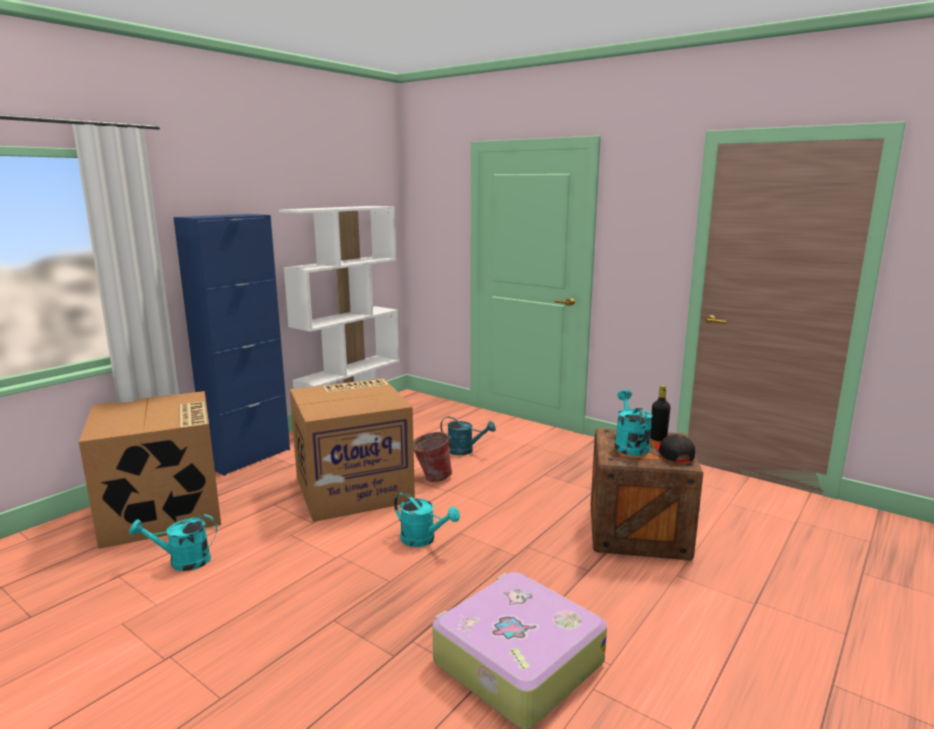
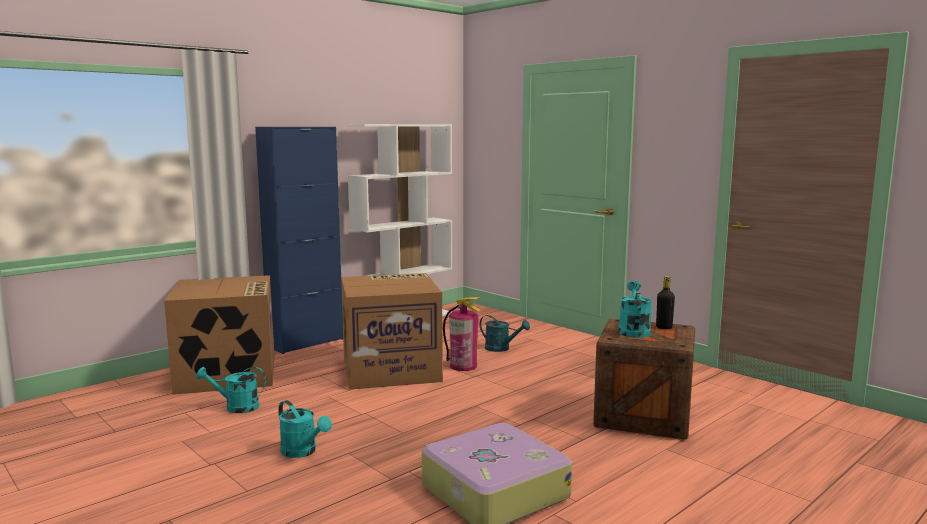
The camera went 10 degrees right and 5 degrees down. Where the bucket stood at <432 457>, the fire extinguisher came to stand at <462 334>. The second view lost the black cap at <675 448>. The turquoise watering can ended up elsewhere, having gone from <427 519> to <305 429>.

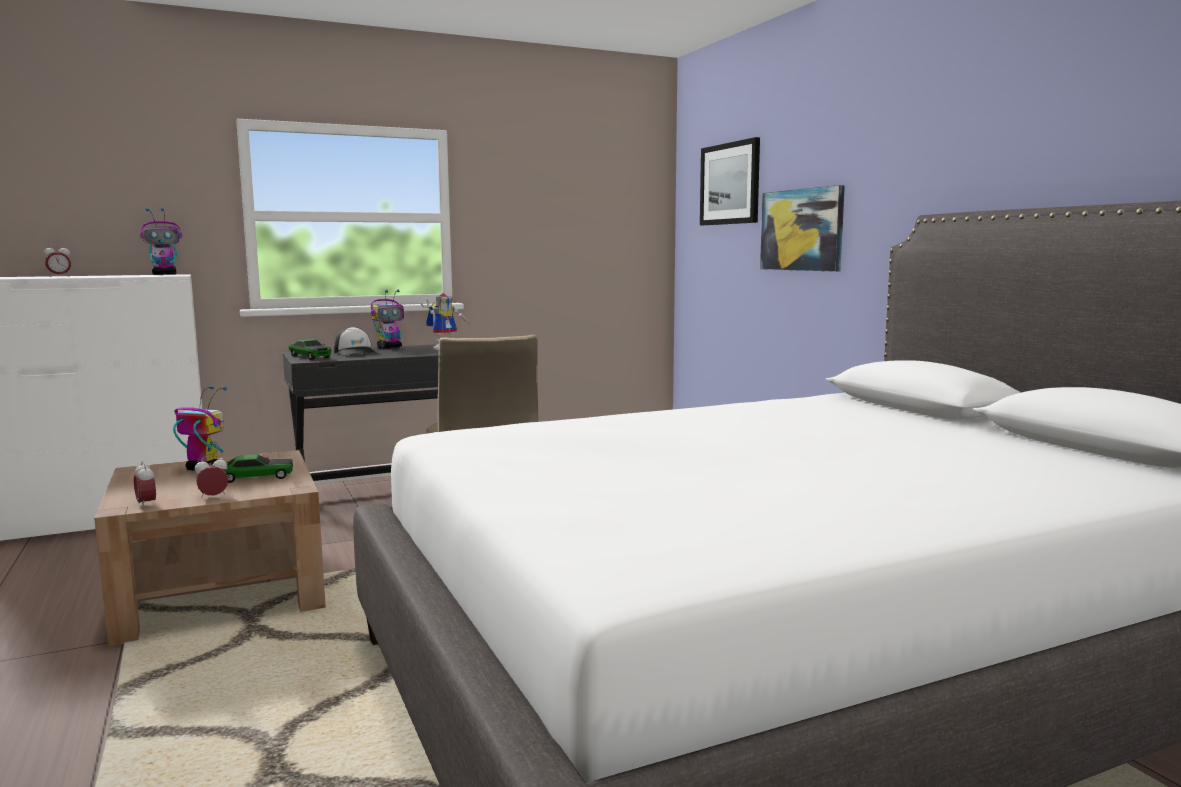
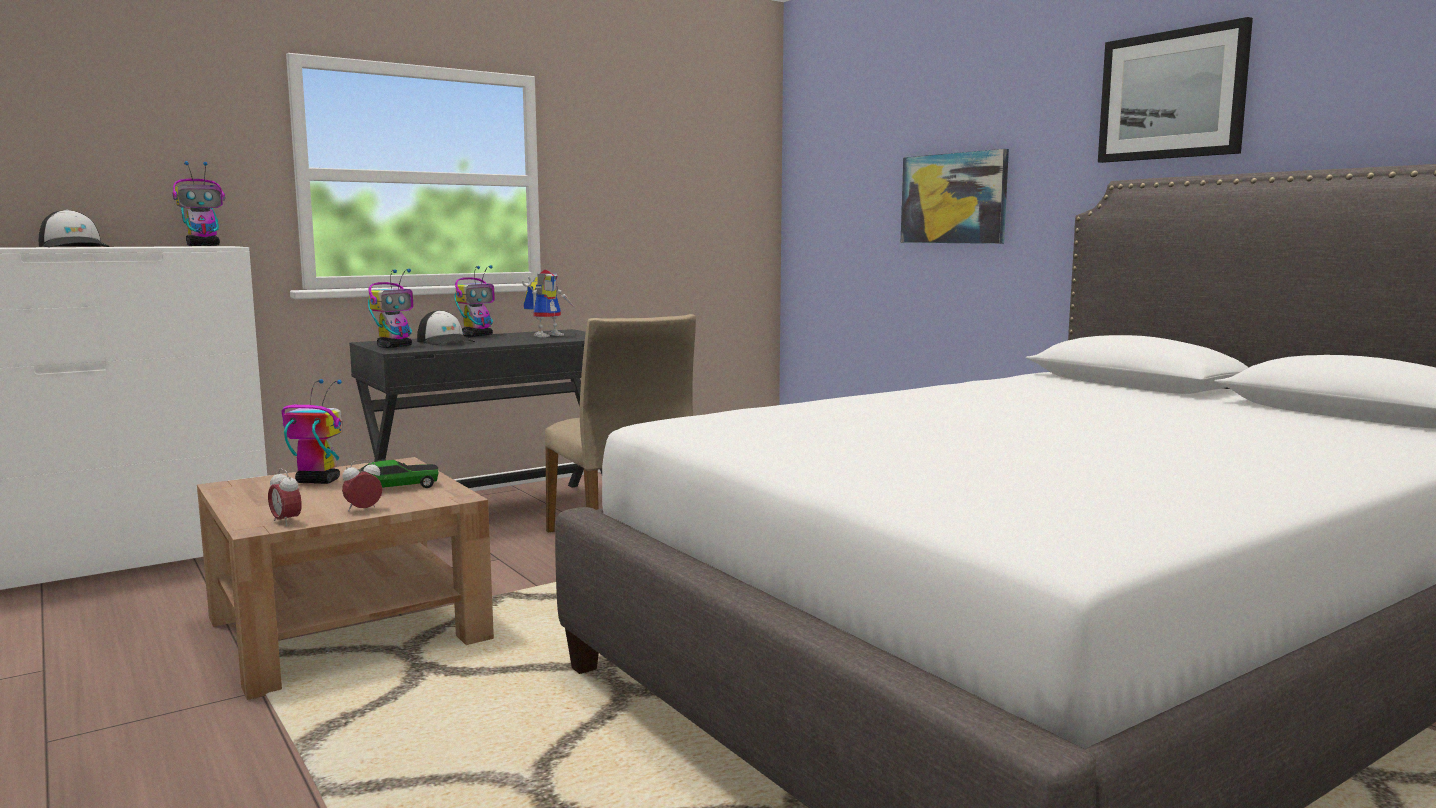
The camera went 10 degrees left and 0 degrees up. The picture ended up elsewhere, having gone from <730 181> to <1175 90>. Where the alarm clock stood at <57 260>, the cap came to stand at <74 228>. Where the toy car stood at <309 349>, the toy robot came to stand at <390 308>.

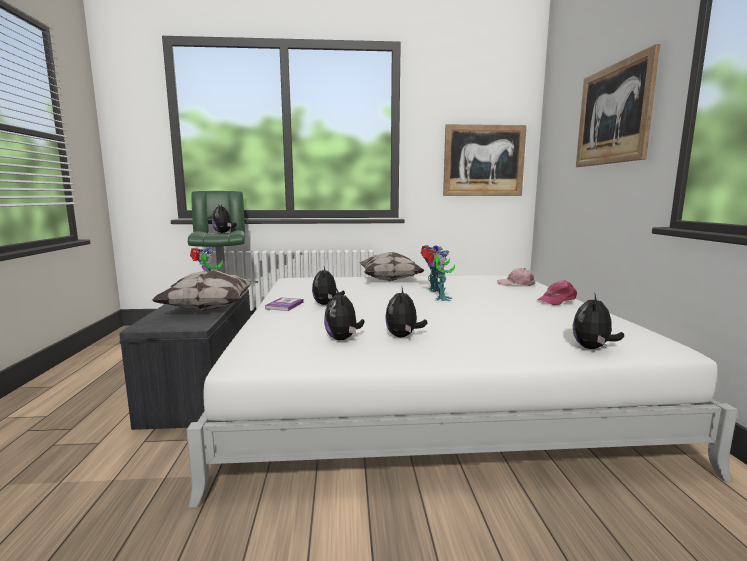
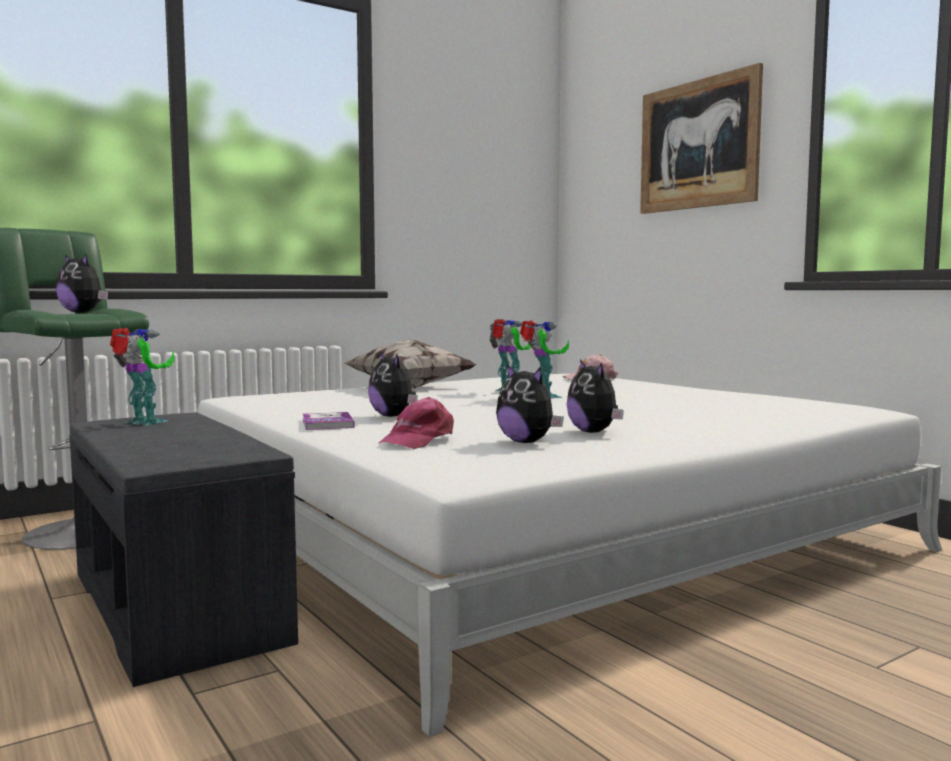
The camera went 30 degrees left and 5 degrees down. The second view lost the picture at <485 160>. The second view lost the pillow at <205 291>. The pink cap ended up elsewhere, having gone from <557 292> to <416 423>. The second view lost the plush toy at <598 321>.

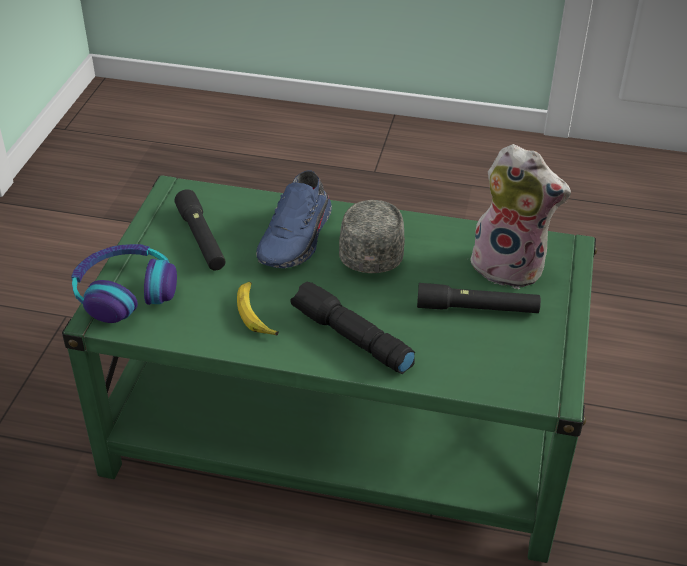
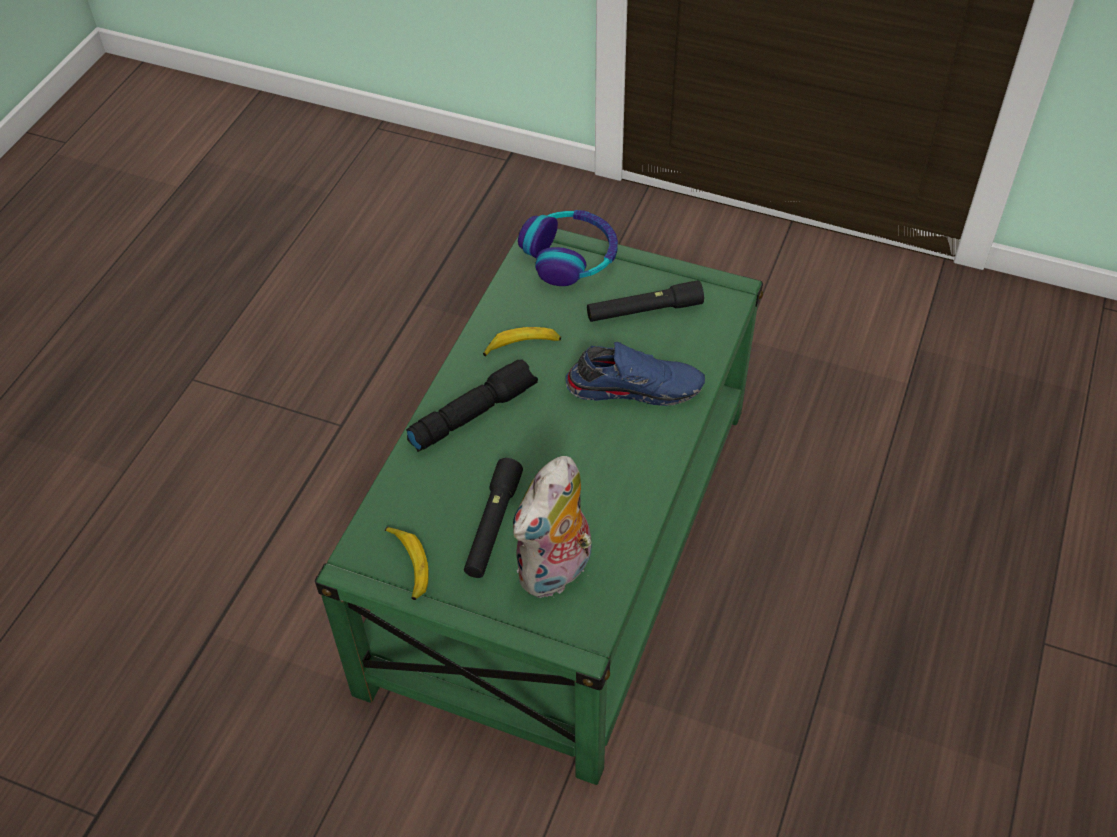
The camera went 100 degrees right and 10 degrees up. The blue shoe at <294 219> ended up facing another way, 150 degrees clockwise from before. The second view lost the grey cap at <372 236>. The second view gained the banana at <407 563>.

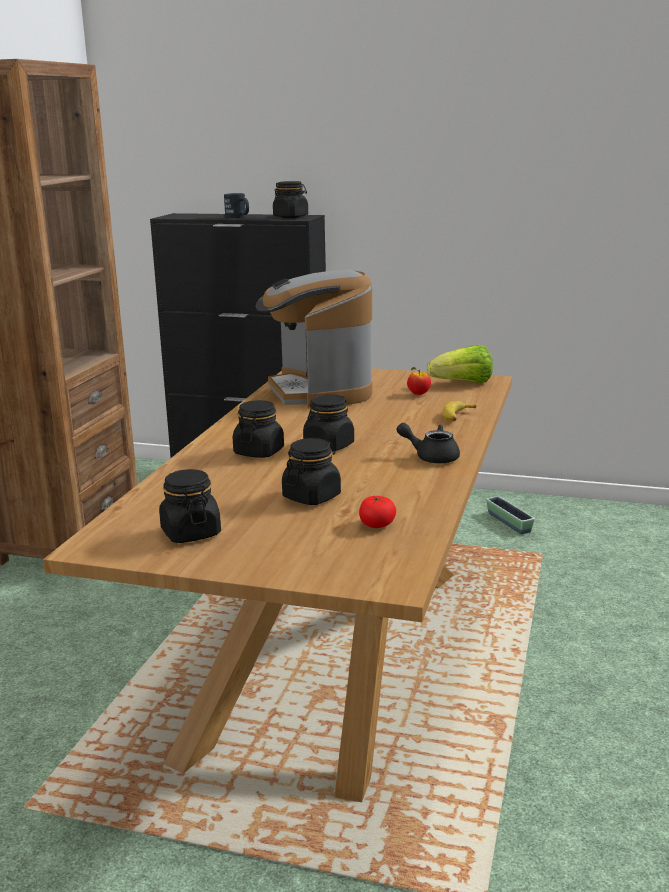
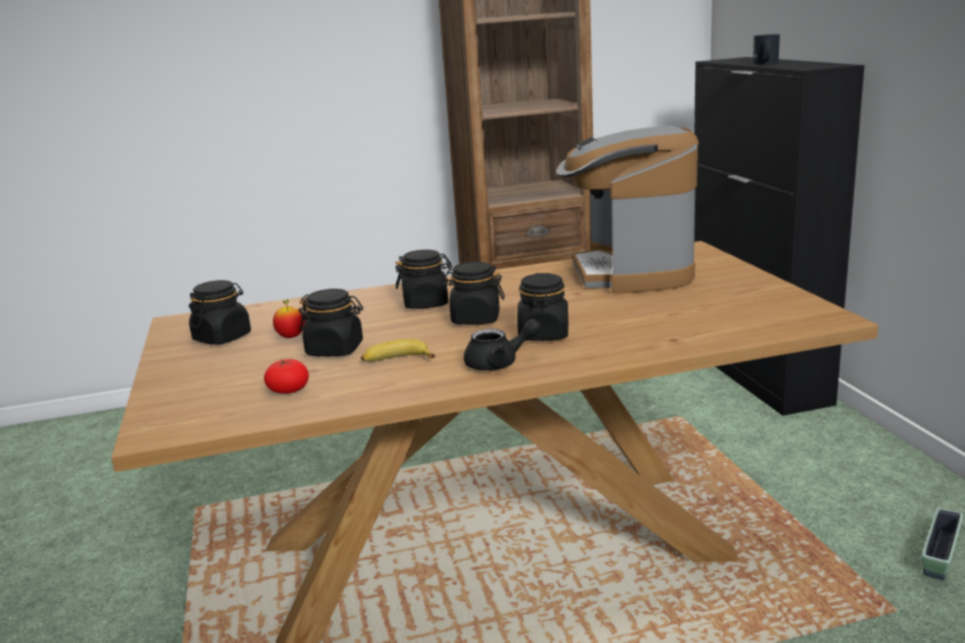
The camera went 60 degrees right and 0 degrees up. The black jar ended up elsewhere, having gone from <290 199> to <542 307>. The coffee machine at <313 339> ended up facing another way, 45 degrees counterclockwise from before. The second view lost the lettuce at <460 364>. The apple ended up elsewhere, having gone from <419 381> to <289 318>. The banana ended up elsewhere, having gone from <459 411> to <398 350>. The black teapot at <428 443> ended up facing another way, 90 degrees clockwise from before.

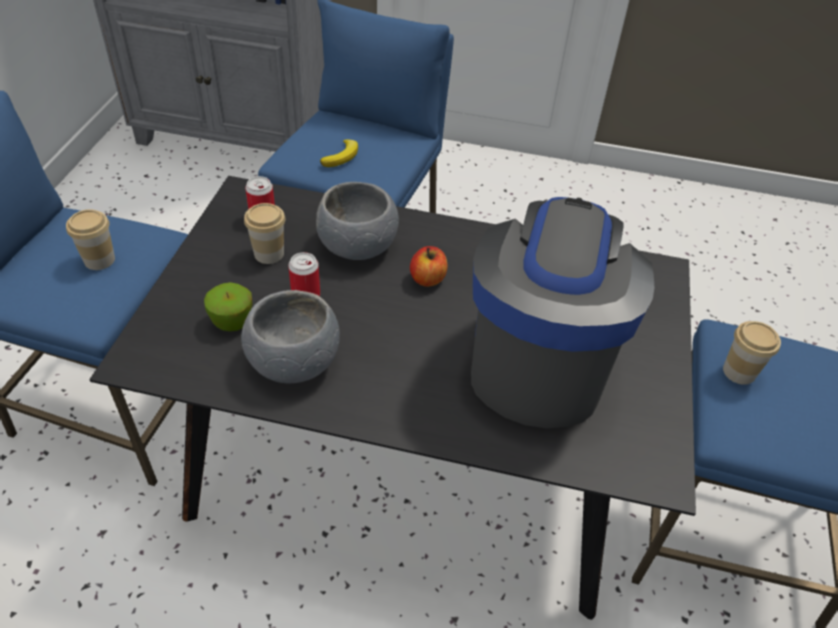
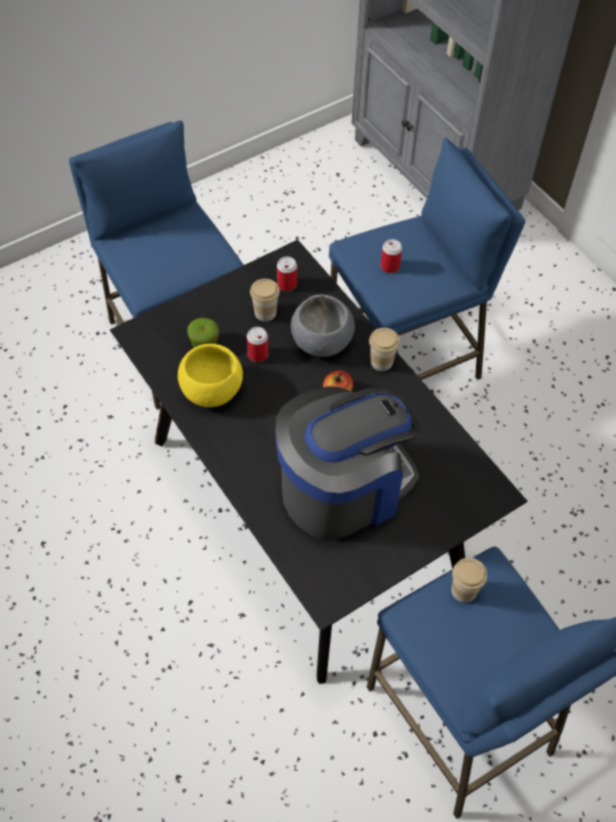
The camera went 45 degrees right and 10 degrees up. Where the banana stood at <339 153>, the can came to stand at <391 256>. The cup ended up elsewhere, having gone from <90 239> to <384 349>. What was the grey bowl at <290 336> turned into the yellow bowl at <210 375>.

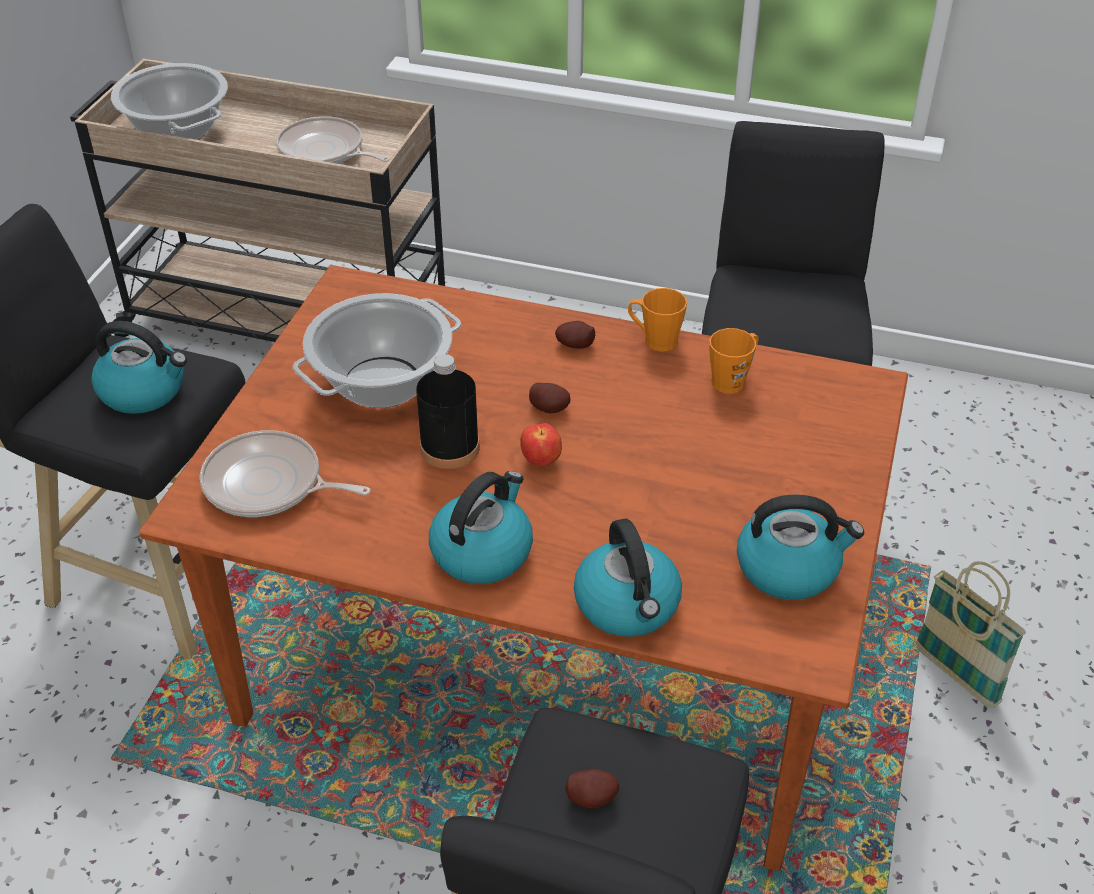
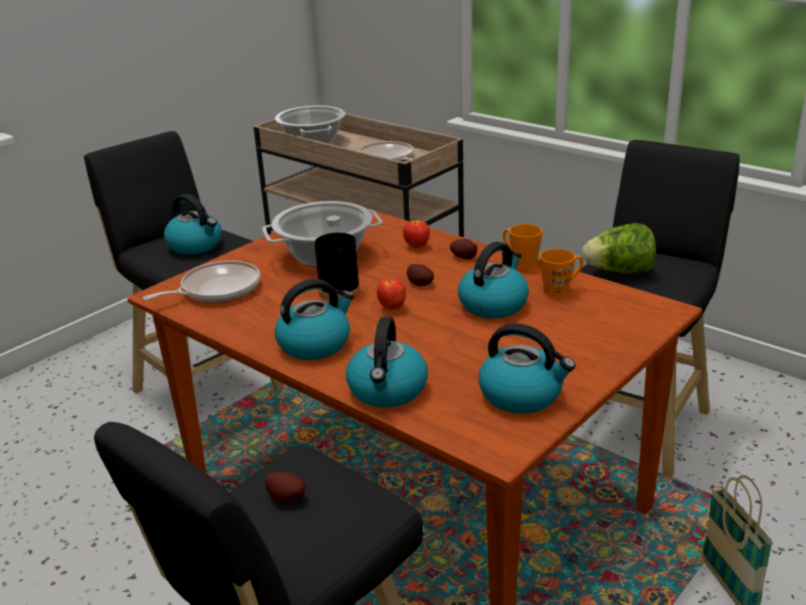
The camera went 25 degrees right and 15 degrees down. The frying pan at <285 473> ended up facing another way, 105 degrees clockwise from before. The second view gained the apple at <416 234>. The second view gained the lettuce at <619 248>. The second view gained the kettle at <493 280>.

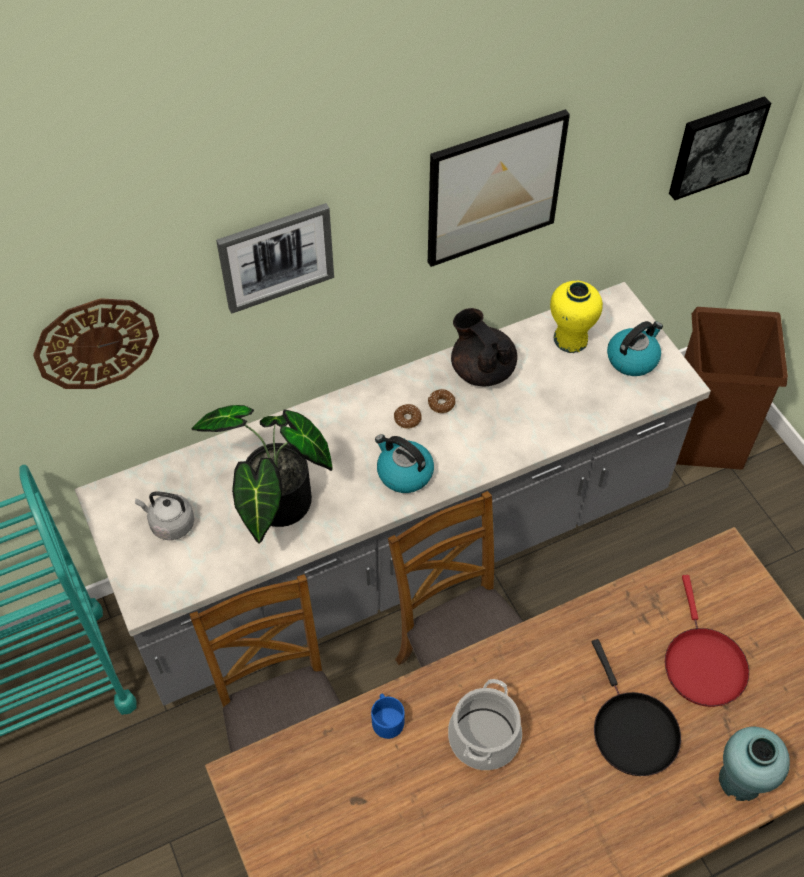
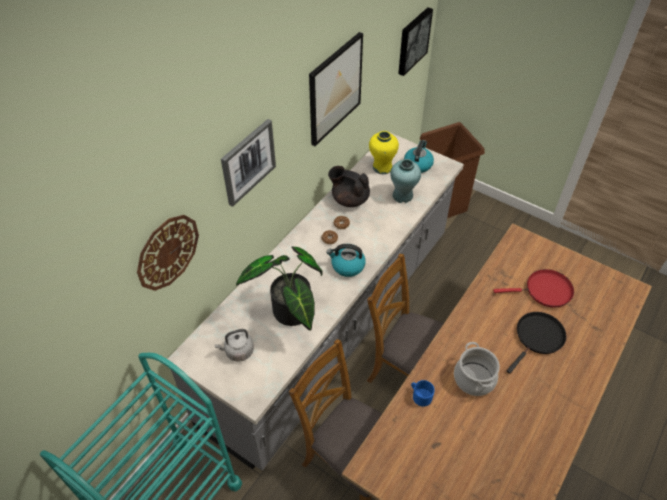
The camera went 30 degrees left and 5 degrees down. The red frying pan at <707 641> ended up facing another way, 60 degrees counterclockwise from before. The black frying pan at <636 707> ended up facing another way, 90 degrees counterclockwise from before. The turquoise vase ended up elsewhere, having gone from <754 763> to <406 181>.

